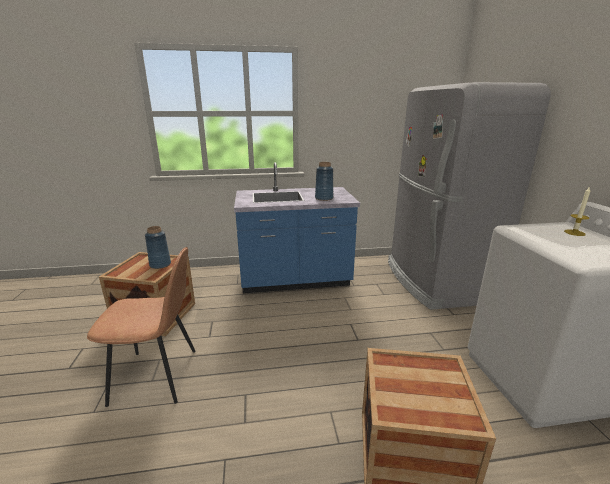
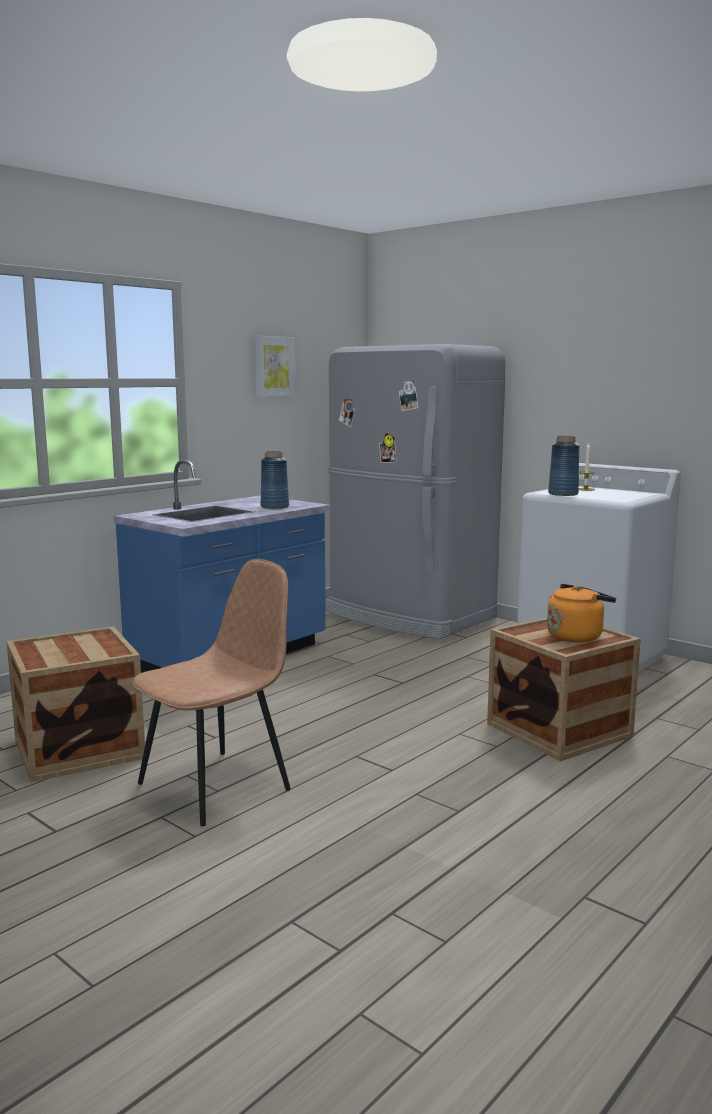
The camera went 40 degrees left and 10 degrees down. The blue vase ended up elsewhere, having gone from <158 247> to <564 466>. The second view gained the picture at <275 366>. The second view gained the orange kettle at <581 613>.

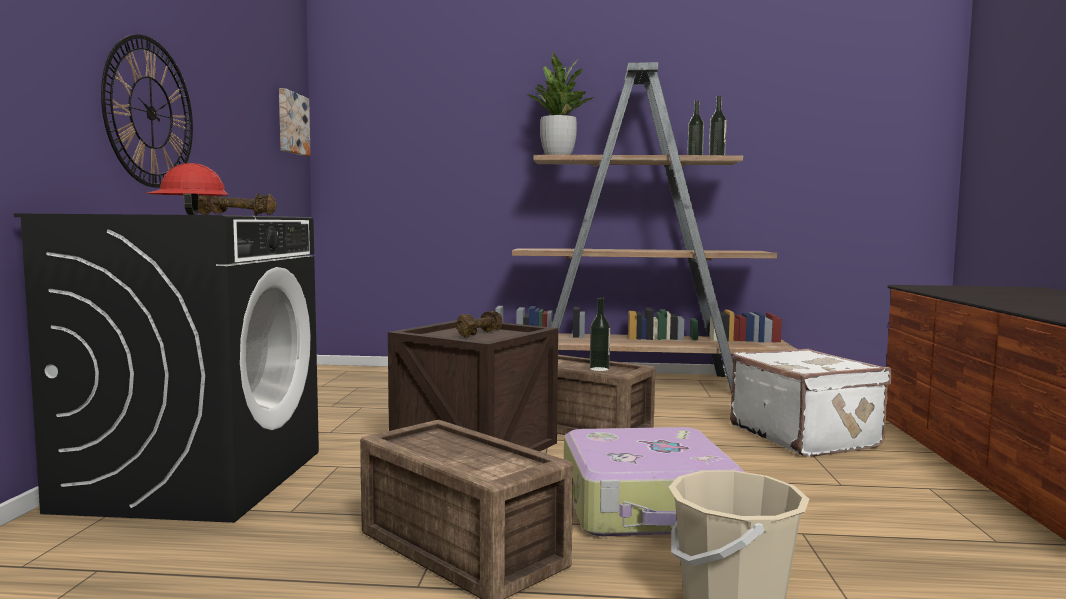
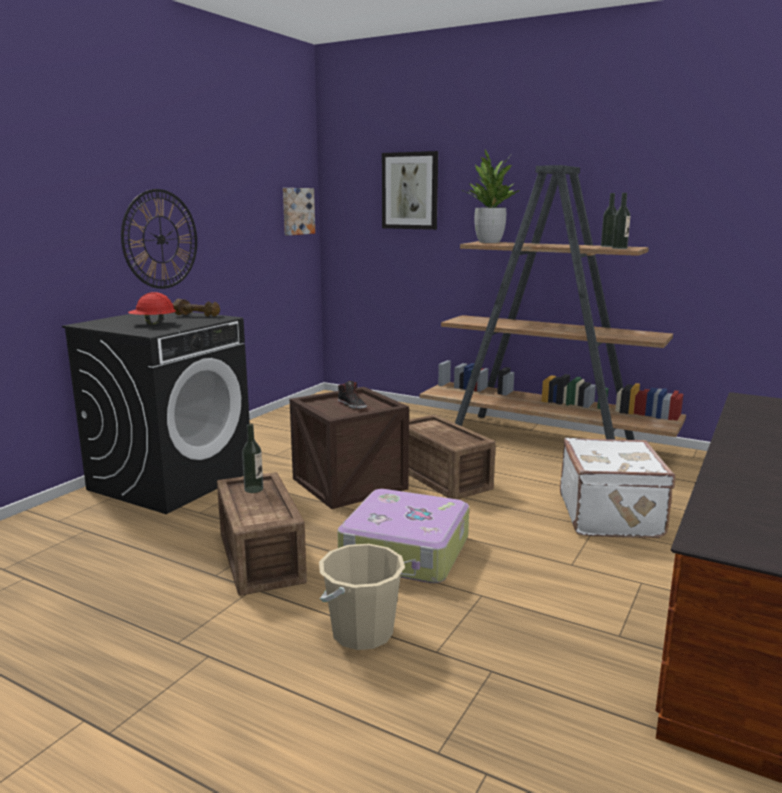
The camera went 25 degrees right and 10 degrees up. The bottle ended up elsewhere, having gone from <600 334> to <252 458>. Where the brown dumbbell stood at <479 324>, the black shoe came to stand at <352 395>. The second view gained the picture at <410 190>.

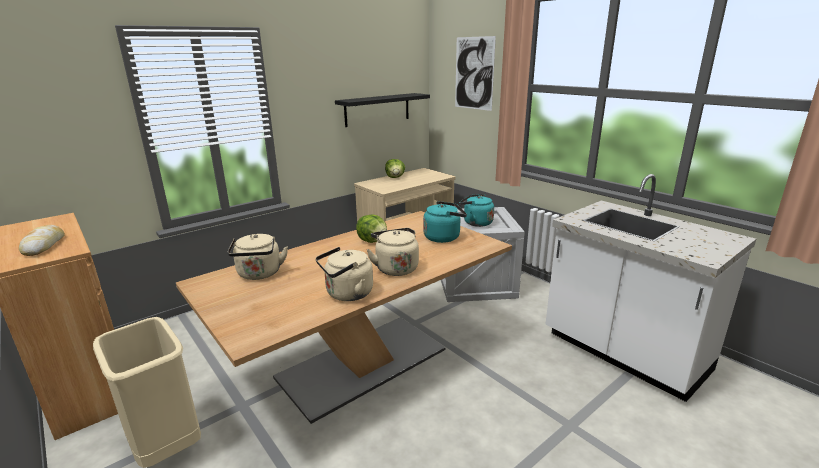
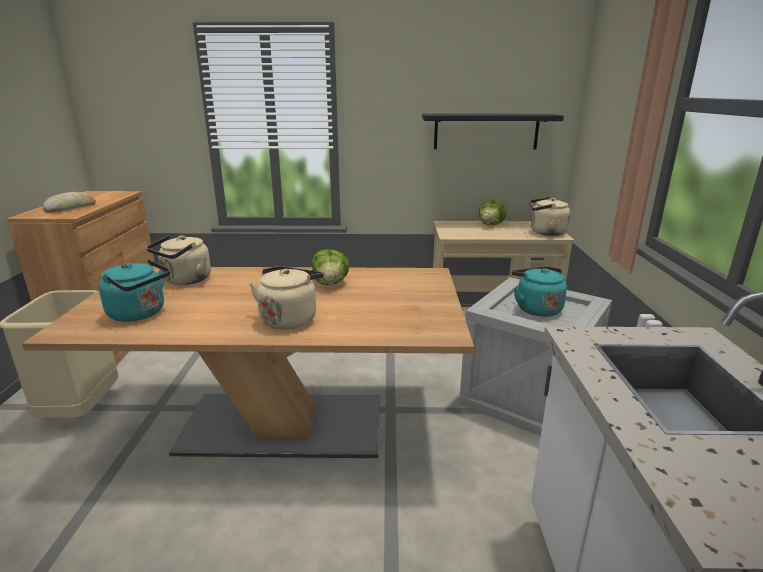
The camera went 40 degrees right and 0 degrees up. The second view lost the picture at <475 73>. The turquoise kettle ended up elsewhere, having gone from <445 222> to <134 291>. The beige kettle ended up elsewhere, having gone from <344 274> to <549 216>.

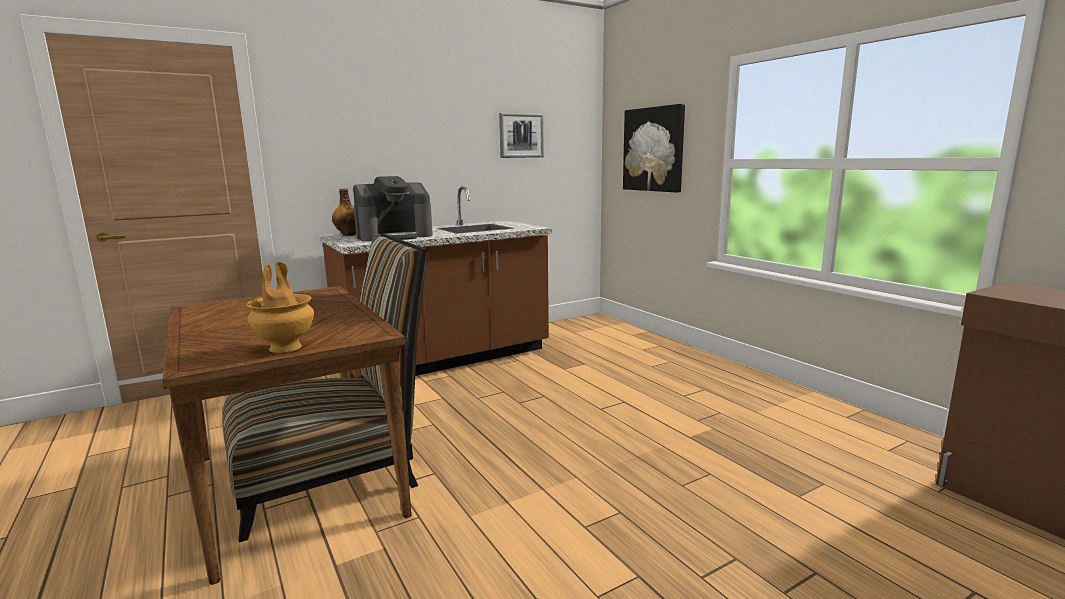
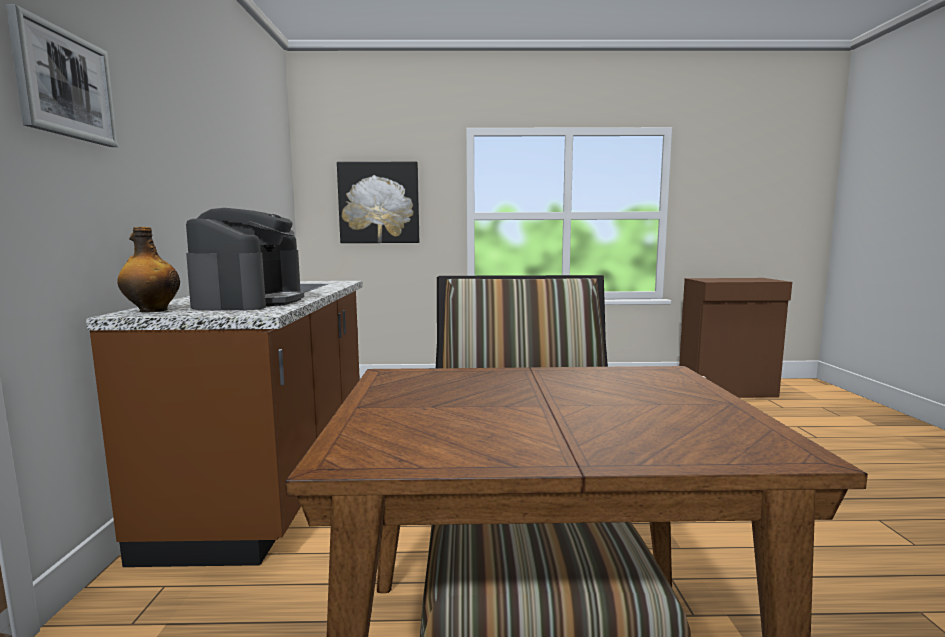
The camera went 60 degrees left and 5 degrees down. The picture ended up elsewhere, having gone from <521 135> to <62 75>. The second view lost the brown vase at <280 307>.

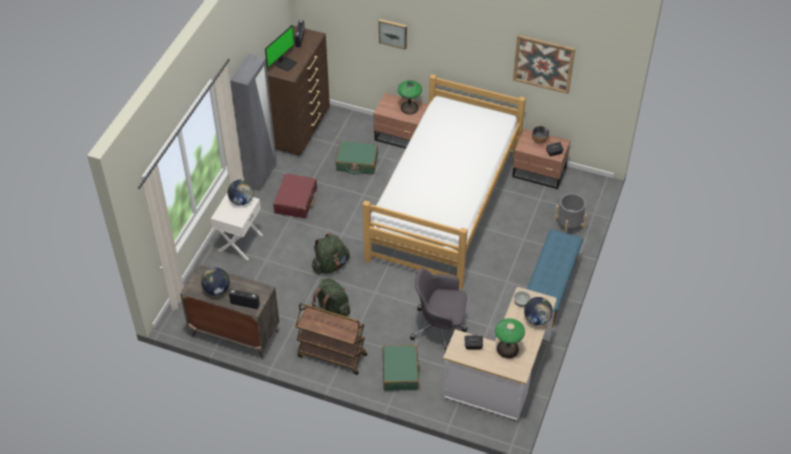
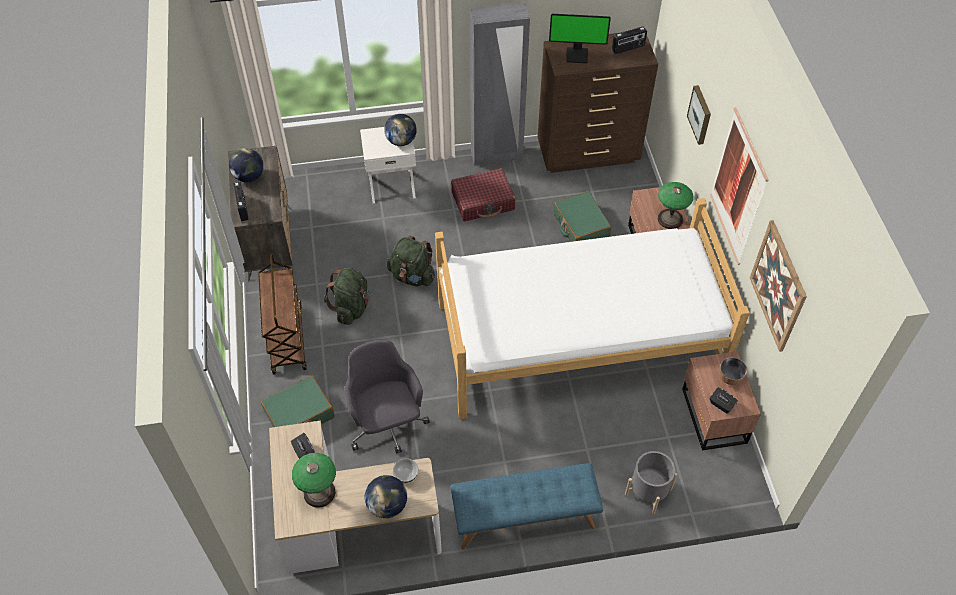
The camera went 60 degrees right and 5 degrees up. The second view gained the picture at <739 186>.

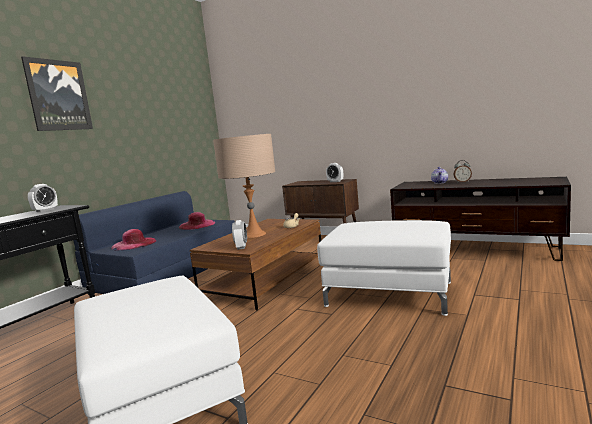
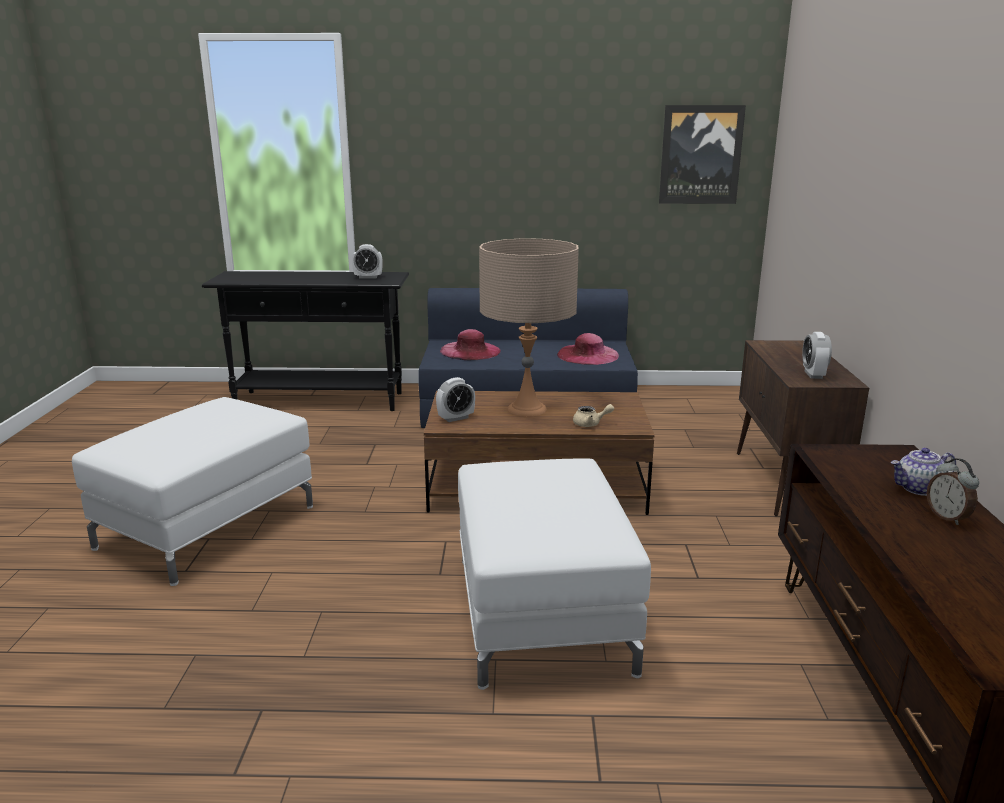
The camera went 60 degrees right and 10 degrees up. The picture ended up elsewhere, having gone from <57 93> to <702 154>.

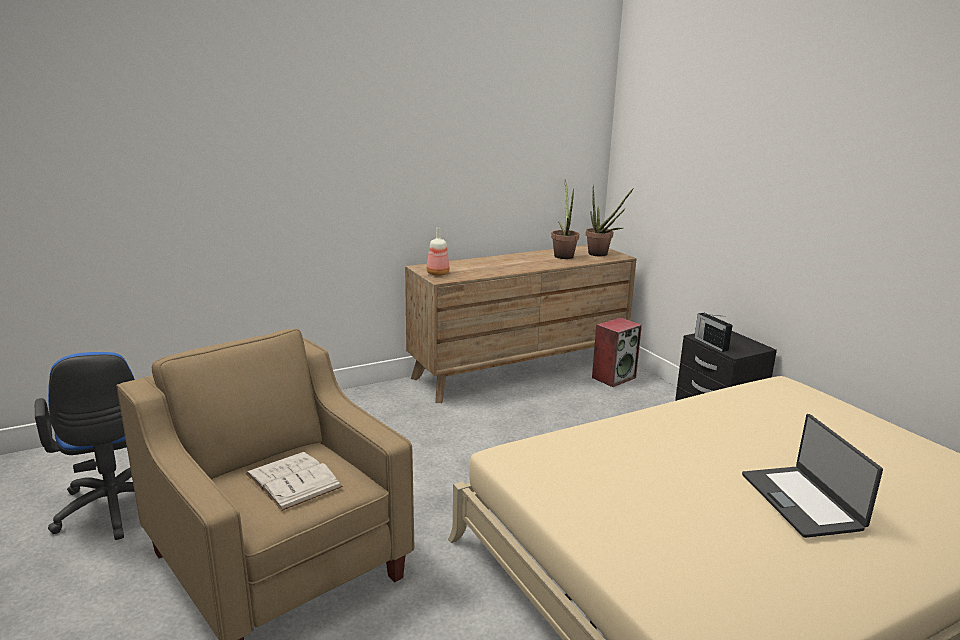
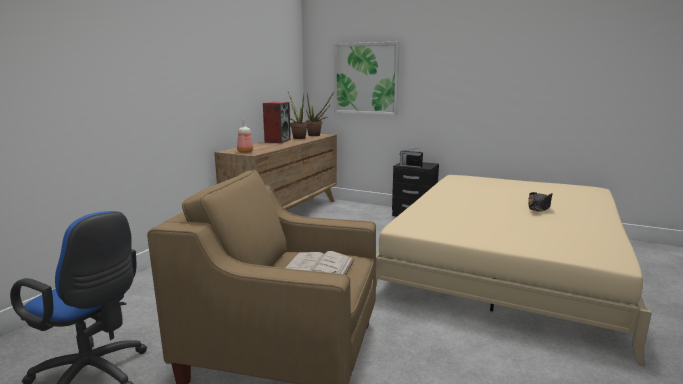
The camera went 35 degrees left and 5 degrees down. The speaker ended up elsewhere, having gone from <617 352> to <277 122>. Where the laptop stood at <812 476>, the black hat came to stand at <540 202>. The second view gained the picture at <367 78>.

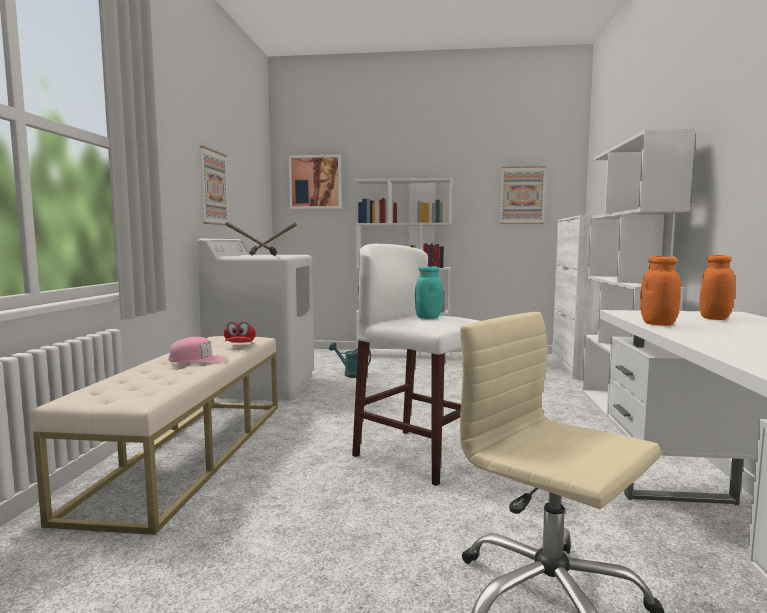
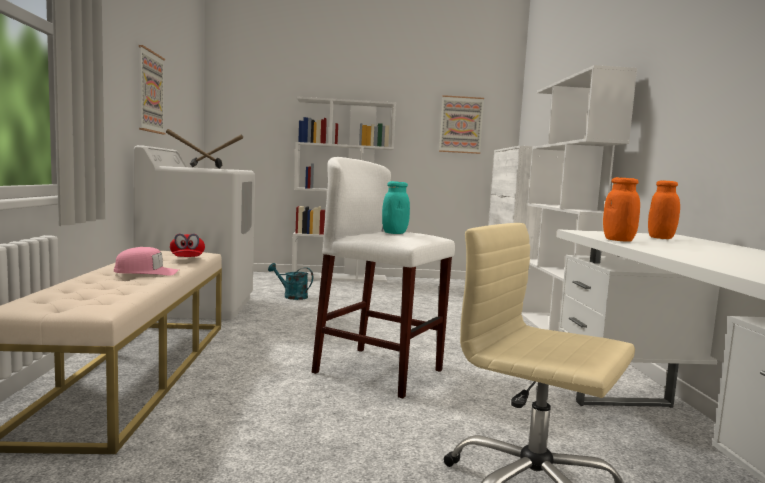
The camera went 10 degrees left and 0 degrees up. The second view lost the picture at <315 182>.

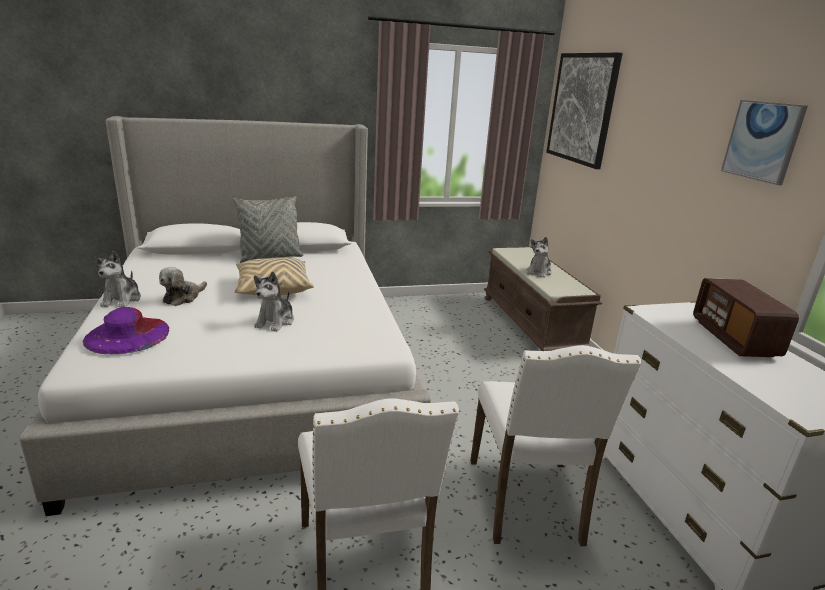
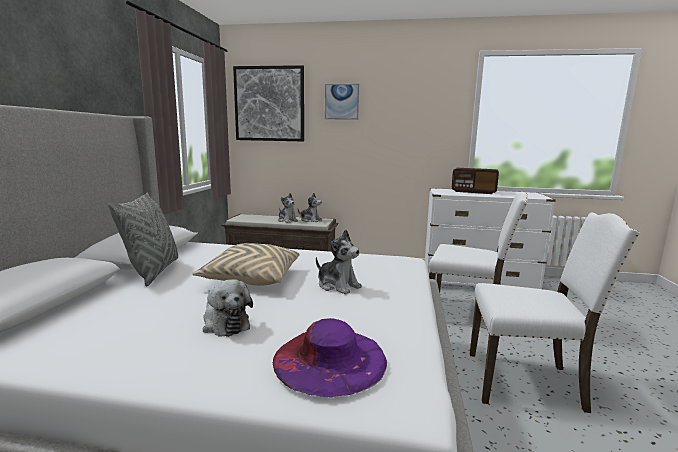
The camera went 65 degrees left and 10 degrees down. The picture ended up elsewhere, having gone from <764 142> to <342 102>. The plush toy ended up elsewhere, having gone from <117 279> to <310 207>.

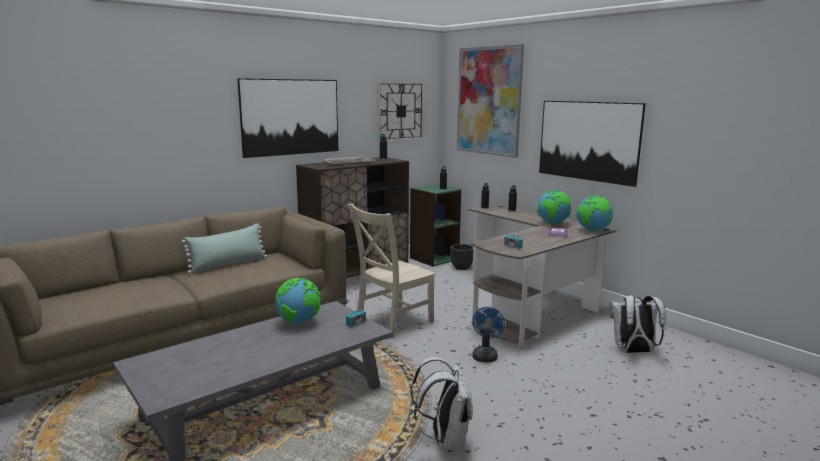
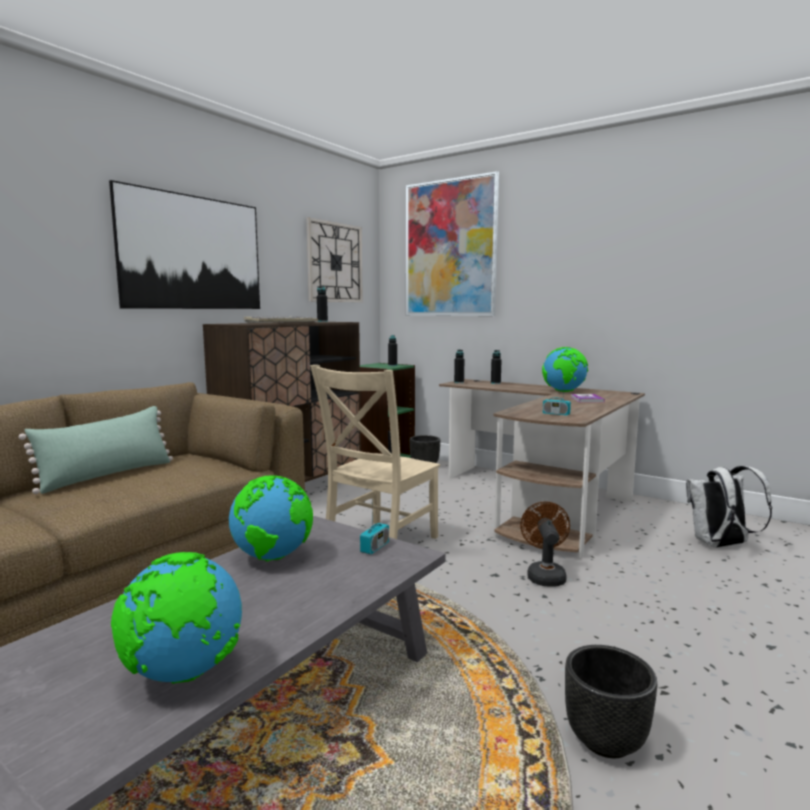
The camera went 15 degrees left and 5 degrees down. The second view lost the picture at <592 144>. The globe ended up elsewhere, having gone from <594 213> to <176 618>. What was the blue fan at <488 335> turned into the brown fan at <545 544>. Where the white backpack stood at <442 403>, the black planter came to stand at <611 701>.

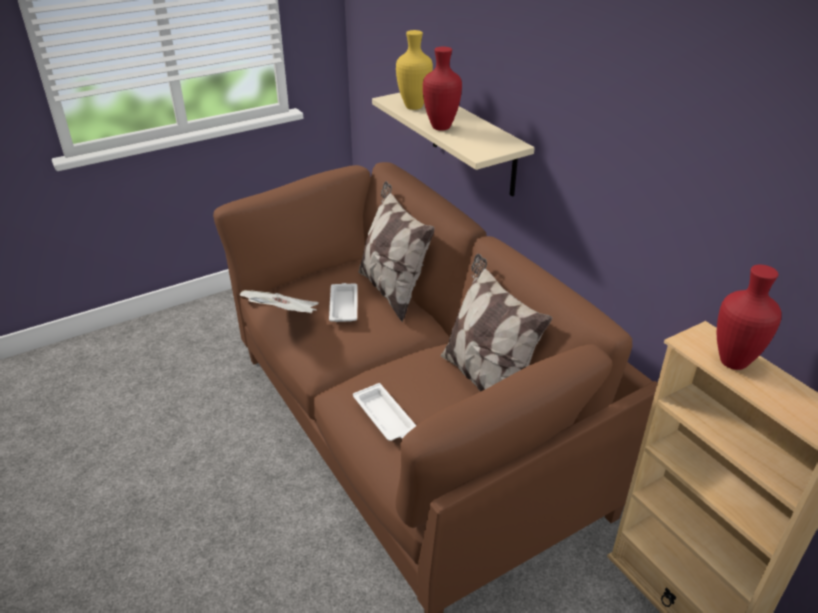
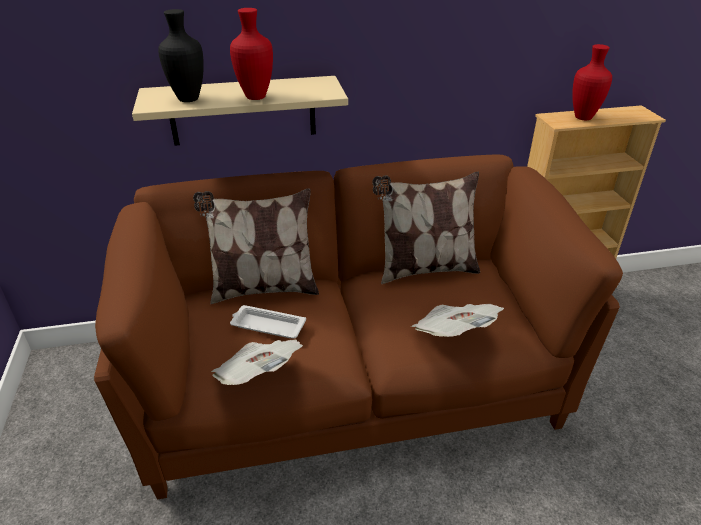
The camera went 70 degrees left and 0 degrees up. What was the yellow vase at <414 70> turned into the black vase at <181 55>. Where the white tray stood at <384 412>, the newspaper came to stand at <457 320>.

